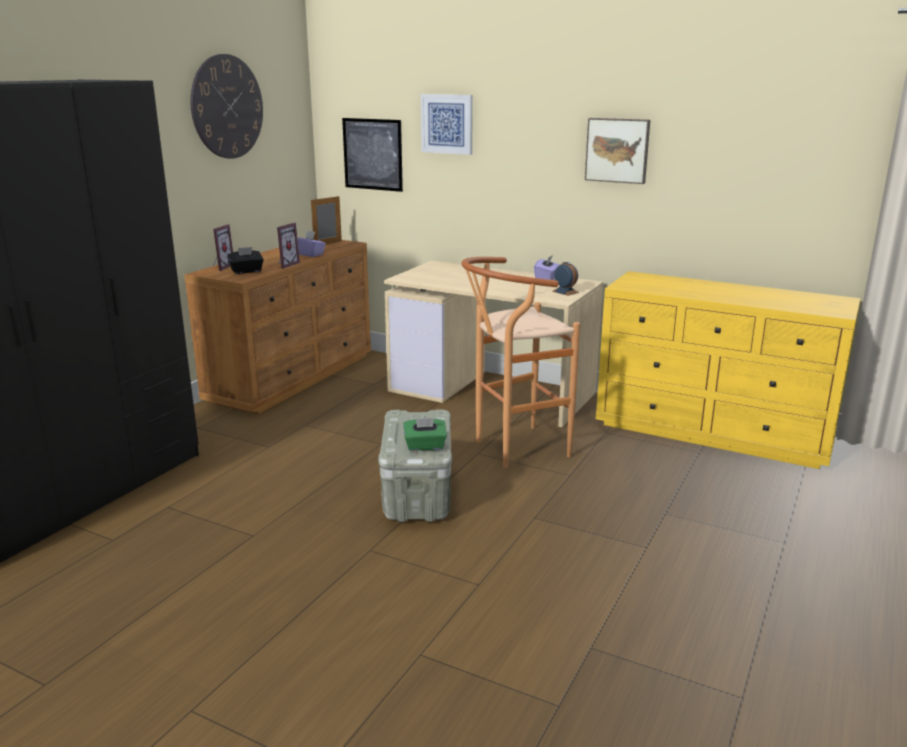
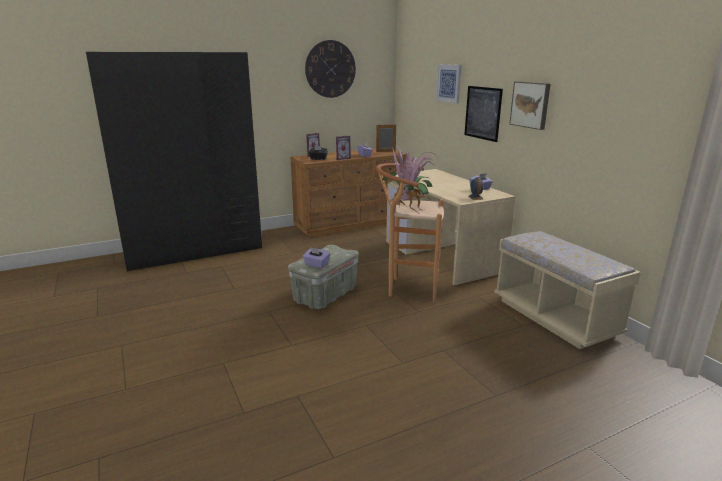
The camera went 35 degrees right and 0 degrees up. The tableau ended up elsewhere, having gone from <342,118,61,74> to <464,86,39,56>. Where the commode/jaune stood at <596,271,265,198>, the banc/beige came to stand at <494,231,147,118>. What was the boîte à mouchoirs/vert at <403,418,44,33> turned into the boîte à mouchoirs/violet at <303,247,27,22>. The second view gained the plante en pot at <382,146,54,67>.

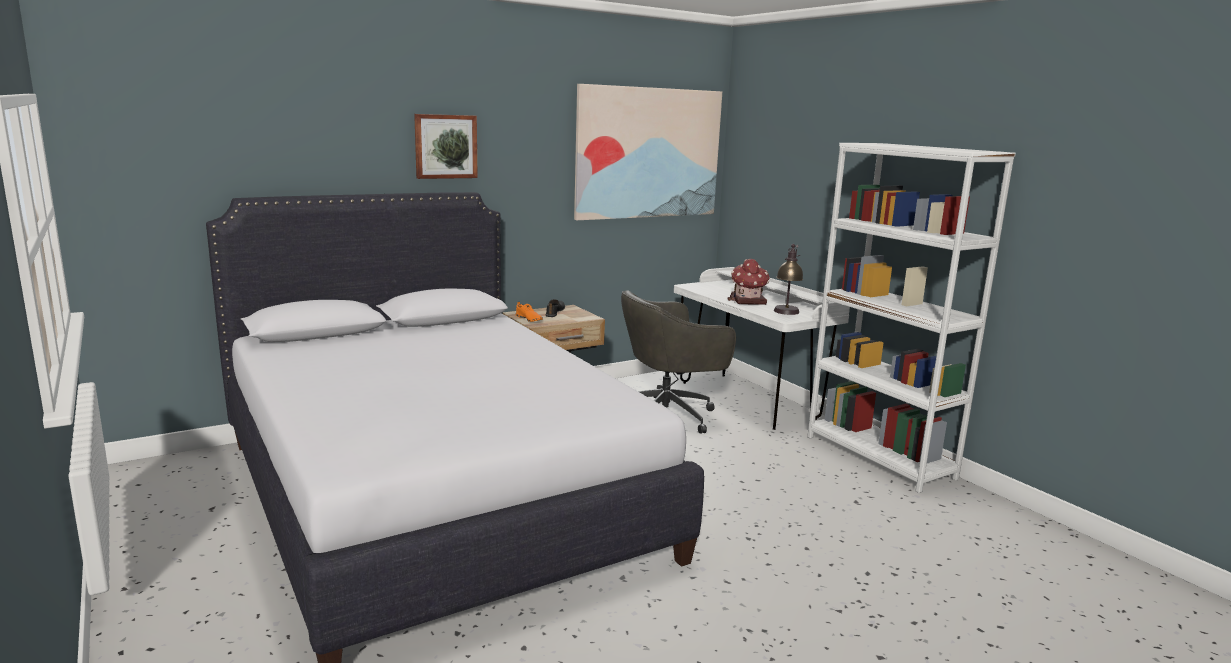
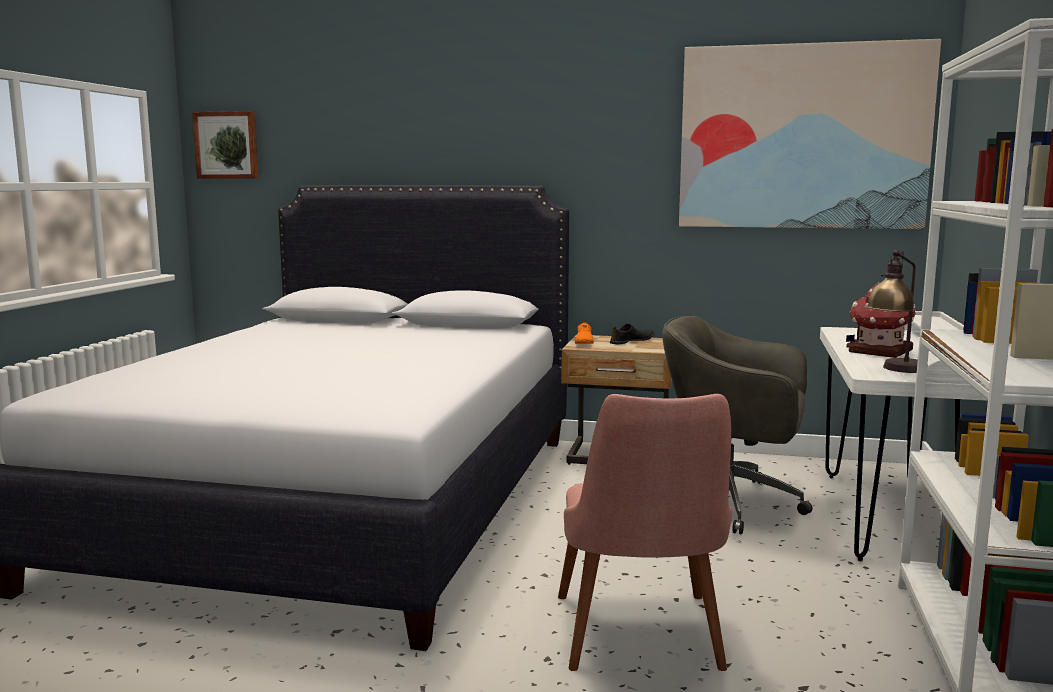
The camera went 45 degrees right and 5 degrees down. The tableau ended up elsewhere, having gone from <414,114,64,65> to <192,111,66,68>. The second view gained the chaise/rose at <558,394,174,277>.

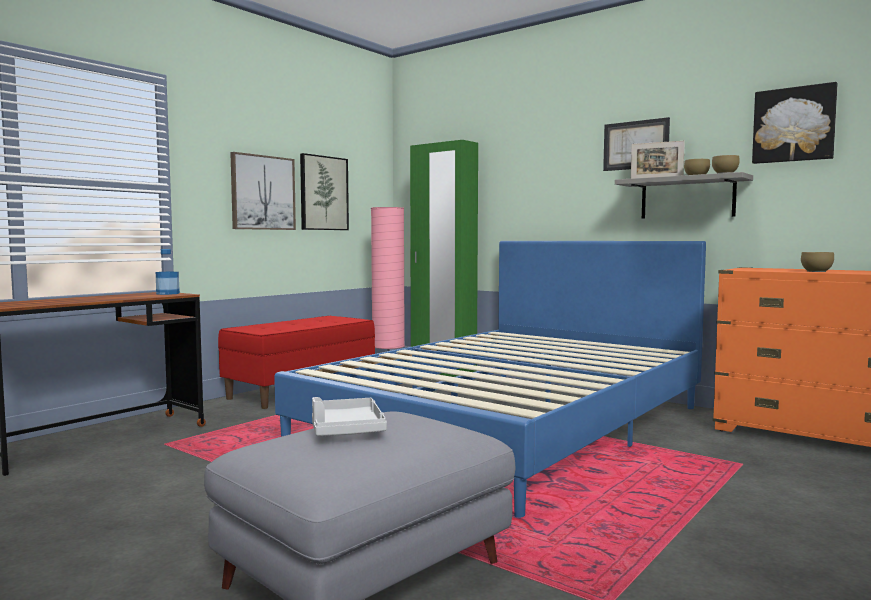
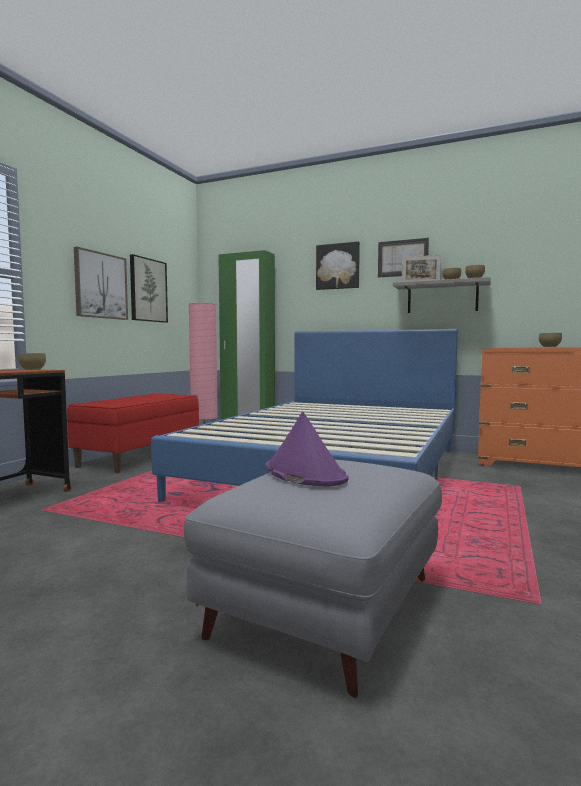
The camera went 15 degrees left and 0 degrees up. The tableau ended up elsewhere, having gone from <752,82,86,82> to <316,242,44,48>. Where the bouteille stood at <156,249,24,46>, the bol/marron came to stand at <18,353,28,17>. Where the plateau/gris stood at <312,397,75,39>, the chapeau/violet came to stand at <265,412,83,74>.

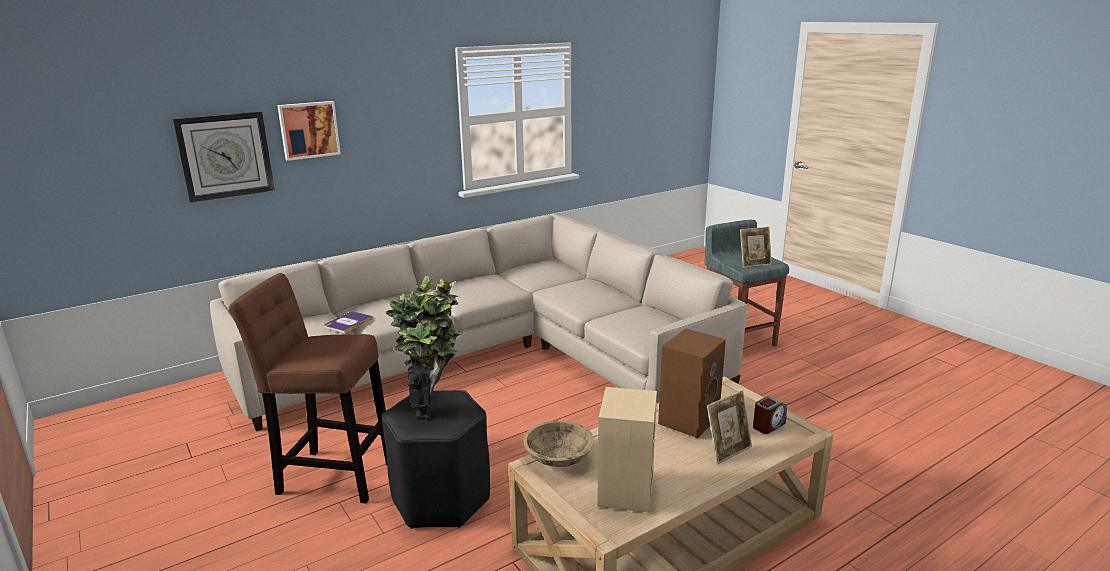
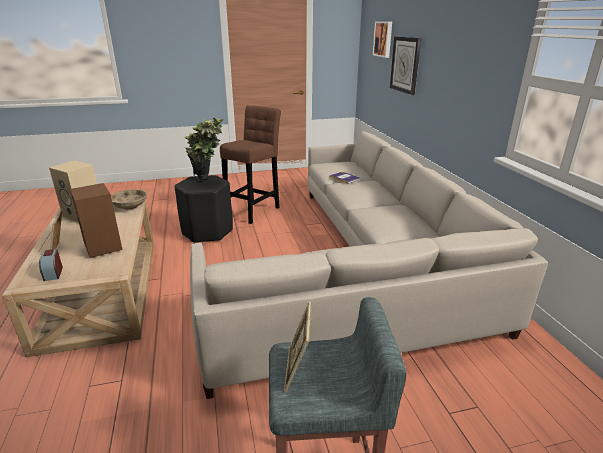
The camera went 110 degrees right and 5 degrees up. The tableau ended up elsewhere, having gone from <277,101,64,60> to <373,21,19,37>.

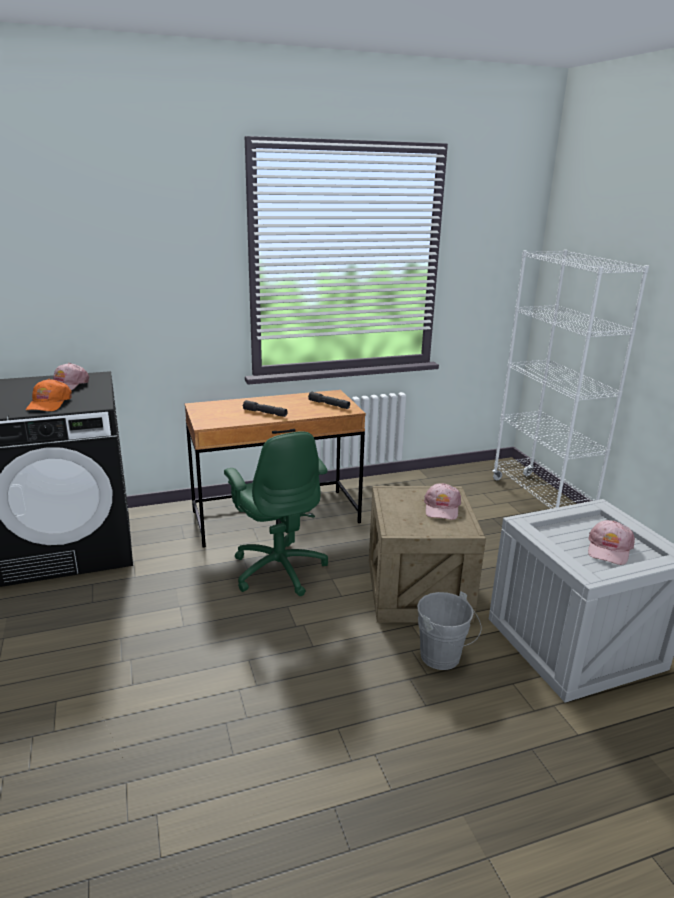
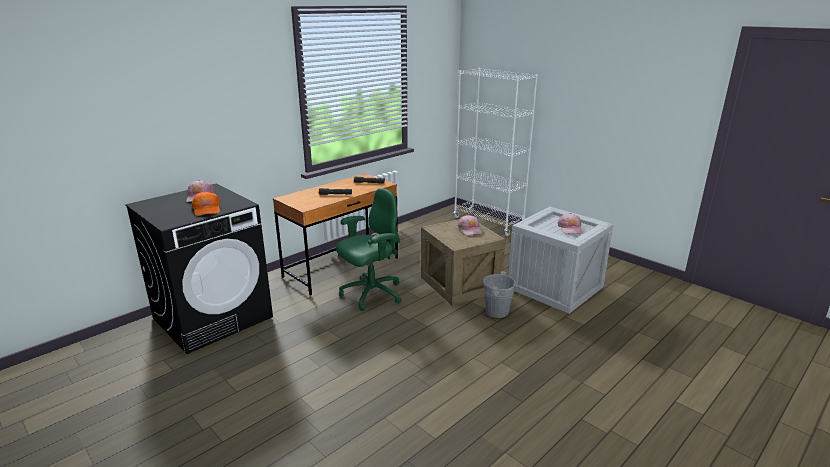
The camera went 25 degrees left and 0 degrees up. The chaise de bureau/vert at <224,431,104,165> ended up facing another way, 75 degrees counterclockwise from before.

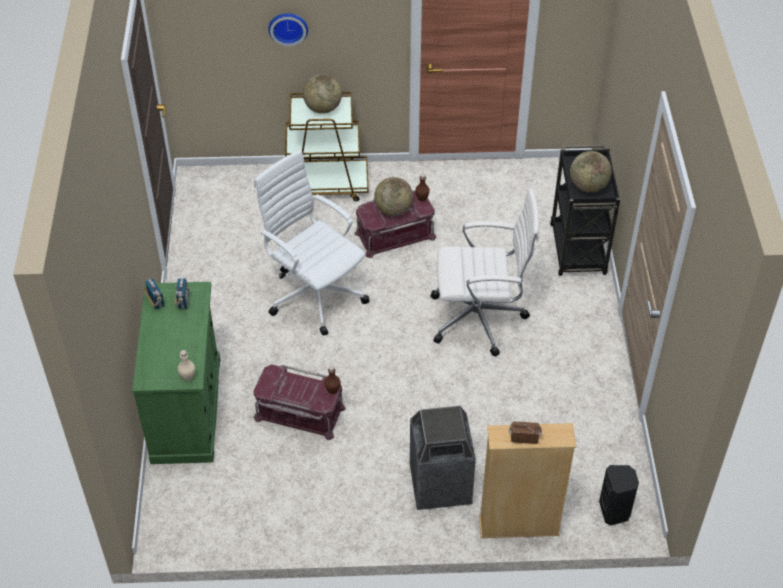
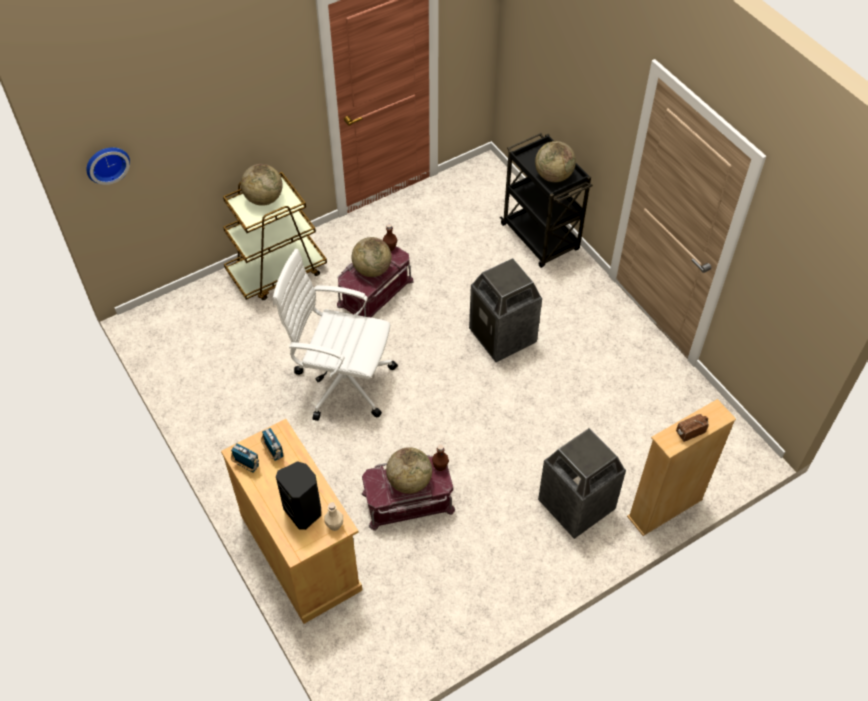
The camera went 30 degrees left and 5 degrees up. The horloge murale ended up elsewhere, having gone from <268,13,40,33> to <86,147,44,38>. Where the chaise de bureau/blanc stood at <430,188,109,169>, the poubelle came to stand at <469,258,73,104>. What was the meuble de rangement/vert at <132,282,88,182> turned into the meuble de rangement/beige at <221,419,141,205>. The enceinte/noir ended up elsewhere, having gone from <599,465,40,61> to <276,461,45,69>. The second view gained the globe at <386,447,46,47>.

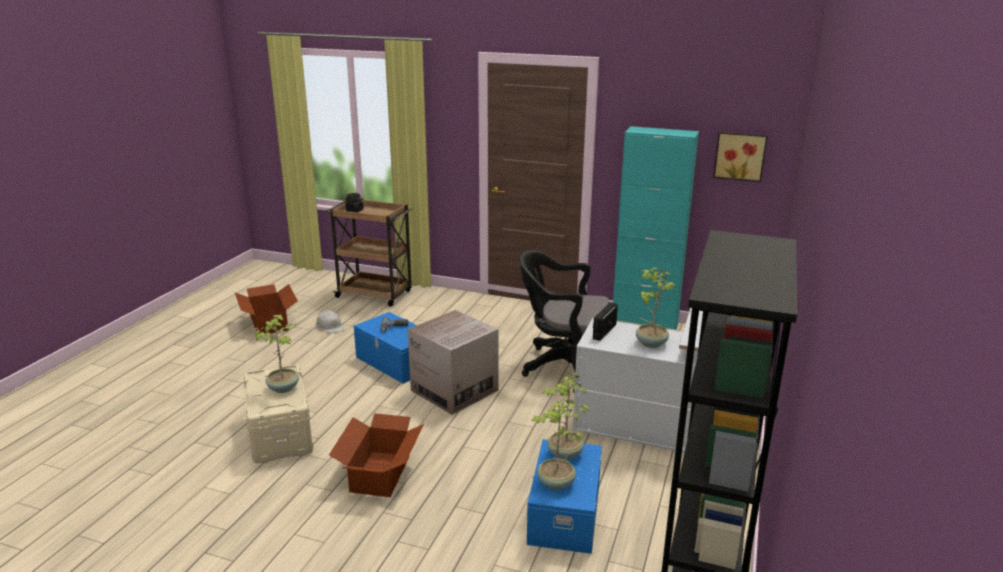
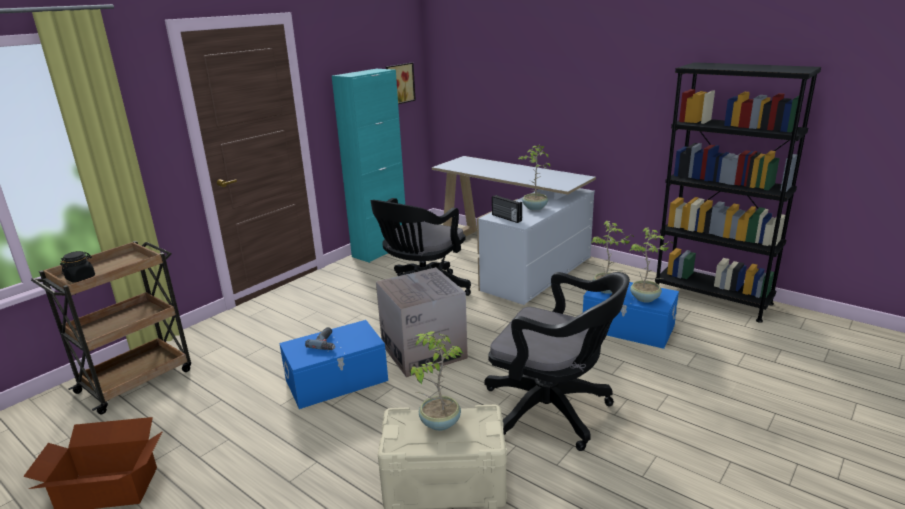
The camera went 70 degrees left and 0 degrees up. The second view lost the casque de chantier/blanc at <316,310,28,23>. Where the carton stood at <329,413,95,84>, the chaise de bureau/noir came to stand at <484,272,146,179>.

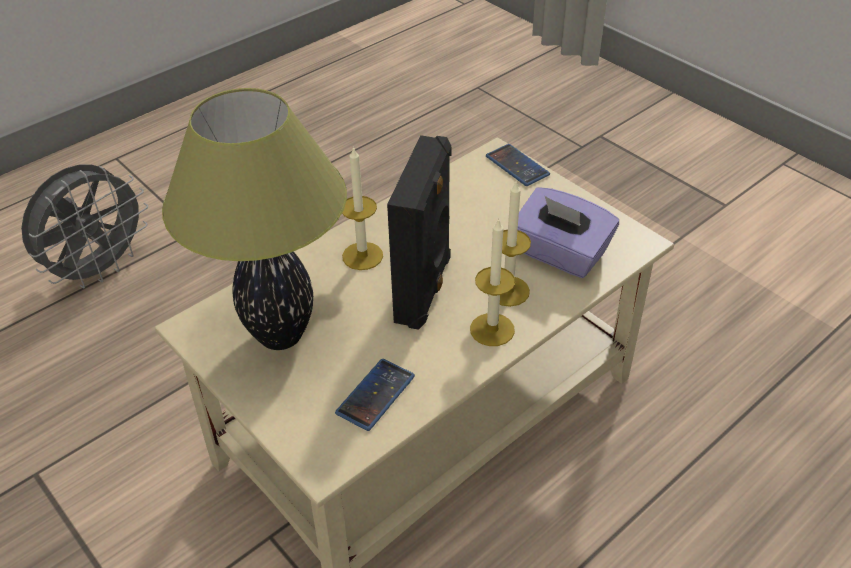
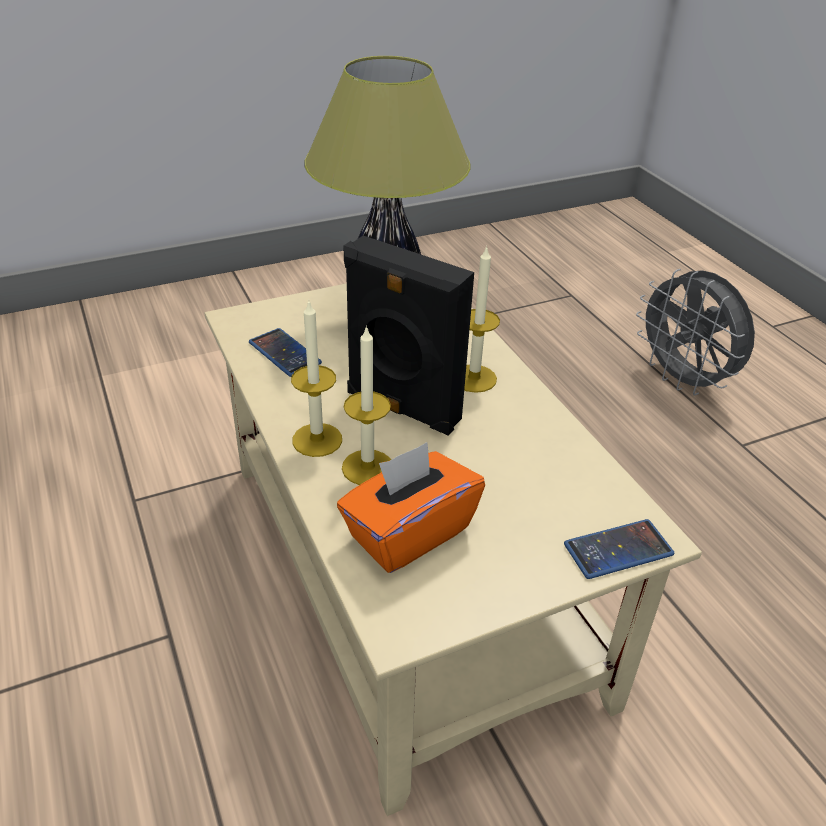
The camera went 105 degrees right and 5 degrees down. What was the boîte à mouchoirs/violet at <518,187,101,91> turned into the boîte à mouchoirs/orange at <337,442,148,131>.

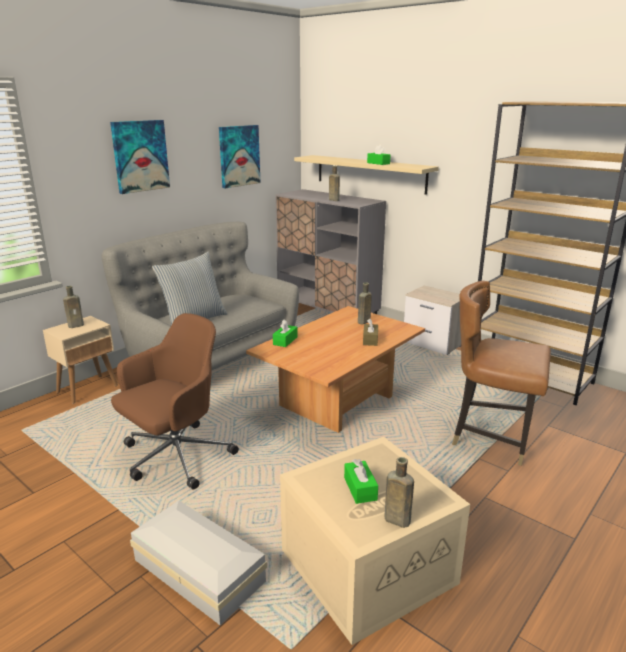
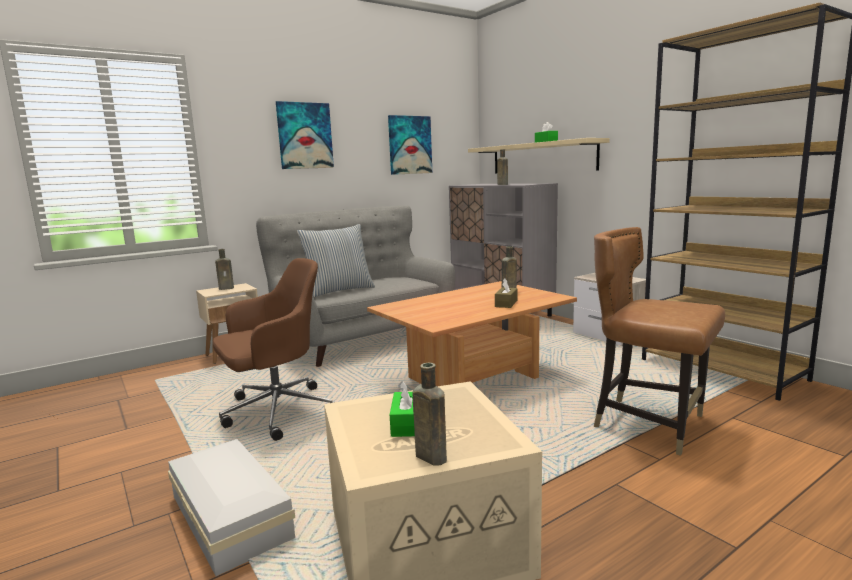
The camera went 15 degrees right and 10 degrees down. The second view lost the boîte à mouchoirs/vert at <273,320,25,27>.

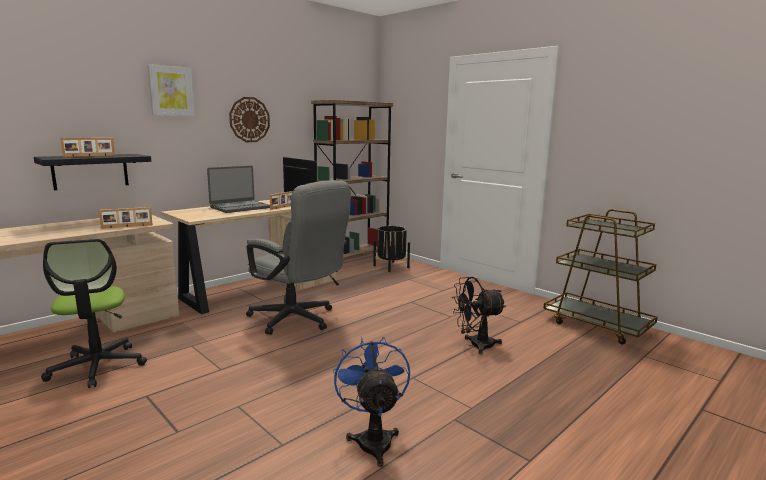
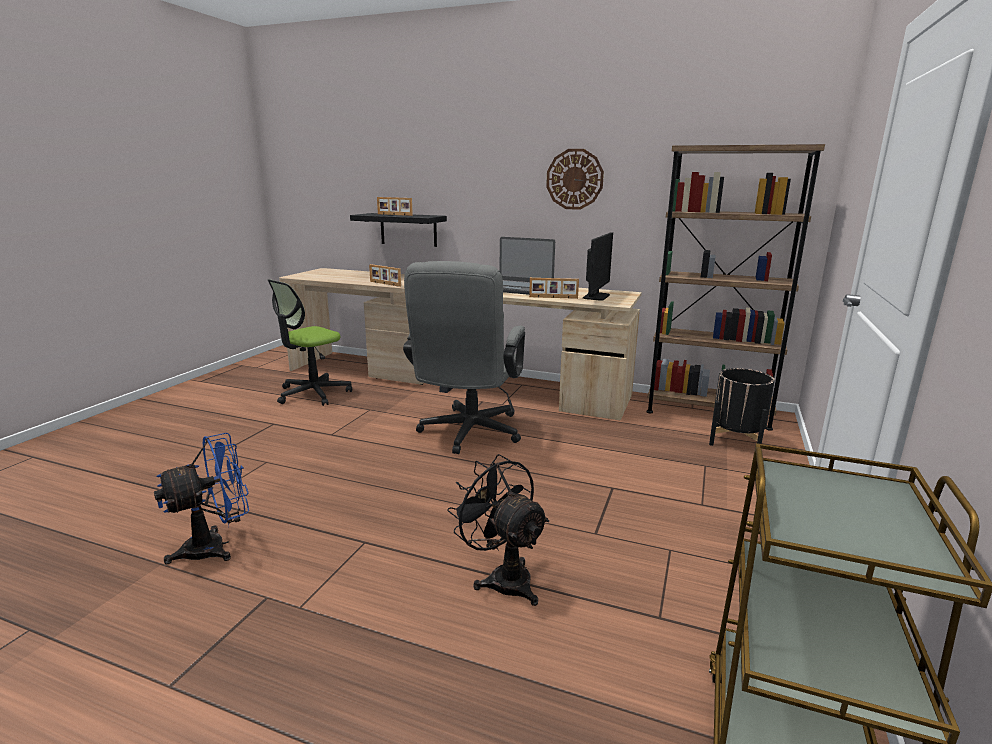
The camera went 65 degrees right and 5 degrees up. The second view lost the tableau at <148,64,47,52>.

